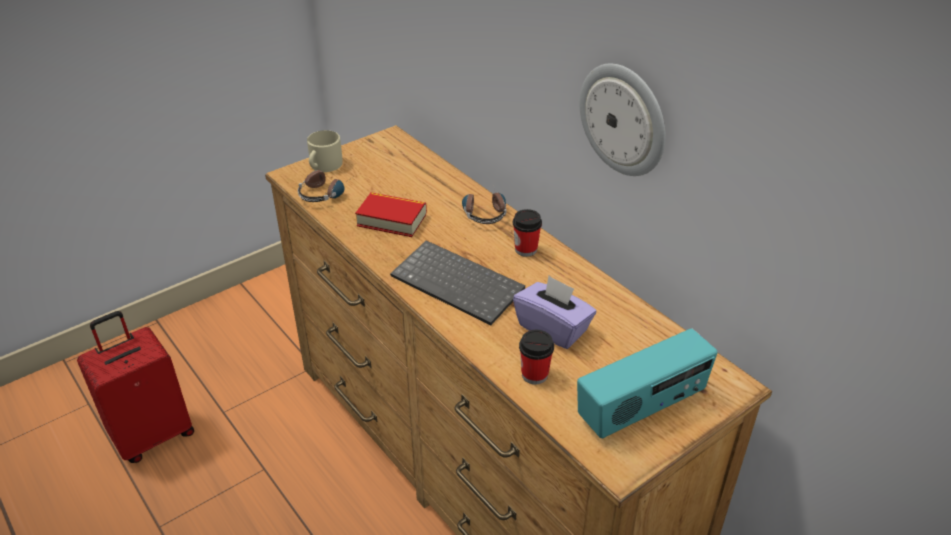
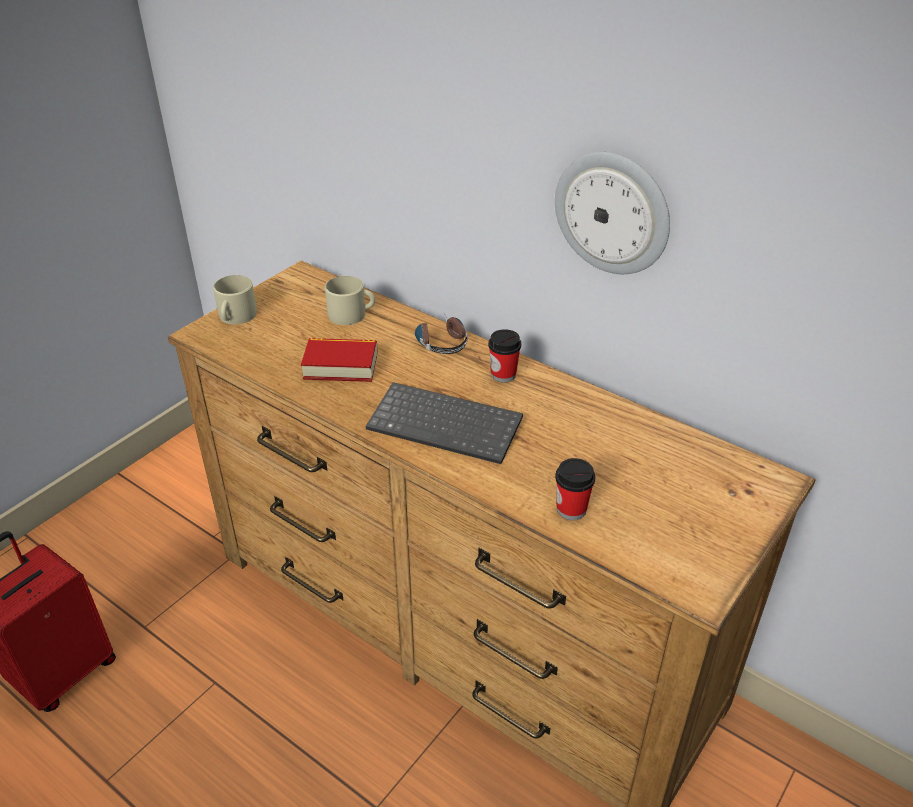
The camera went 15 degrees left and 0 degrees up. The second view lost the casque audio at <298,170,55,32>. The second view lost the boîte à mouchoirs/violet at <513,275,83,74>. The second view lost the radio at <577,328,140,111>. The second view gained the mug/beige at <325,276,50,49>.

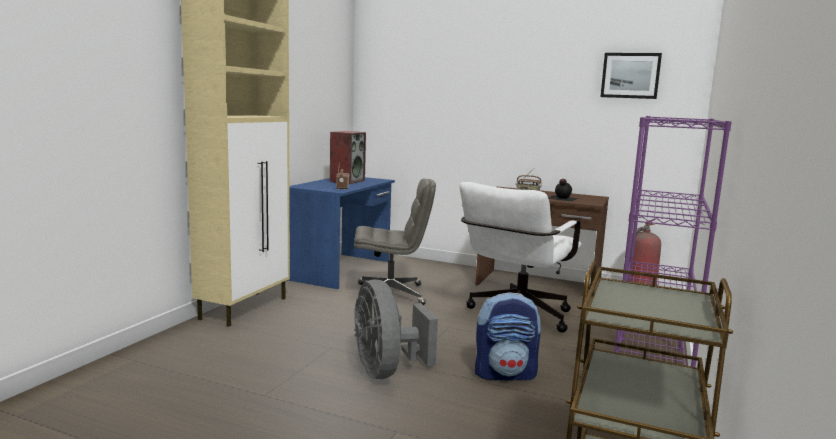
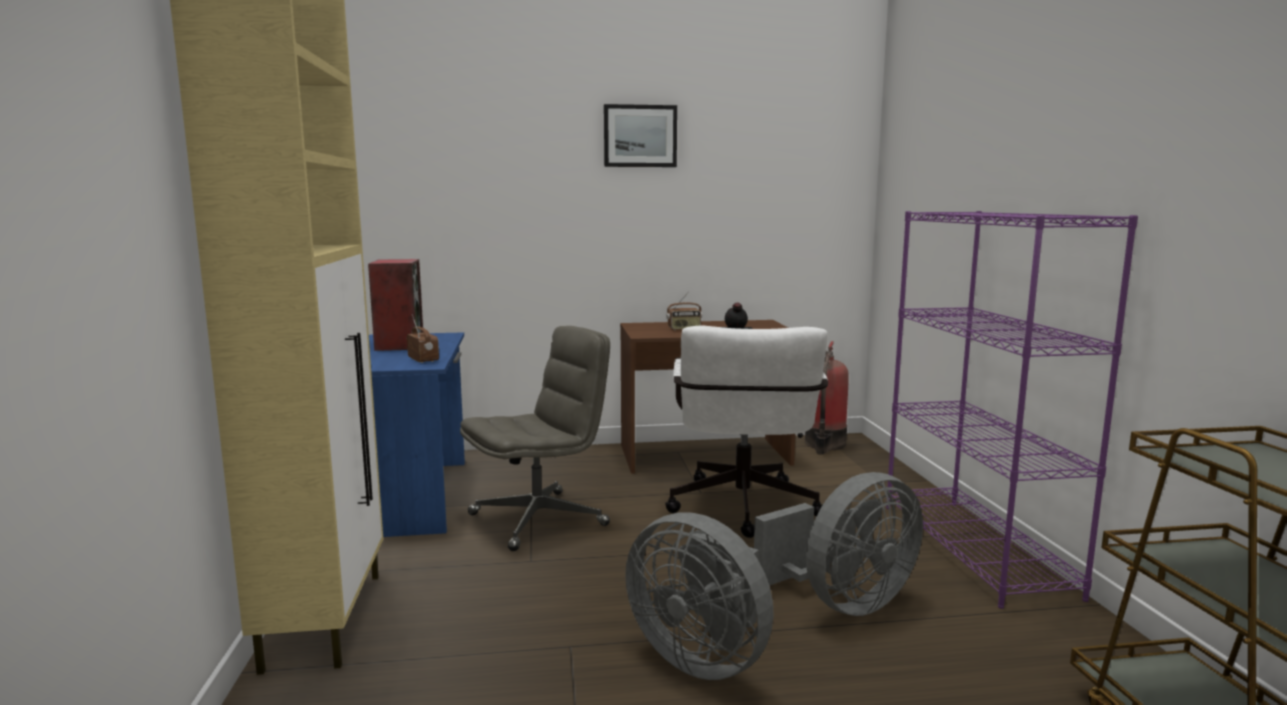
The camera went 30 degrees left and 0 degrees up. The tableau ended up elsewhere, having gone from <600,53,62,46> to <604,104,73,63>. Where the sac à dos stood at <474,292,67,89>, the ventilateur/gris came to stand at <754,472,169,144>.

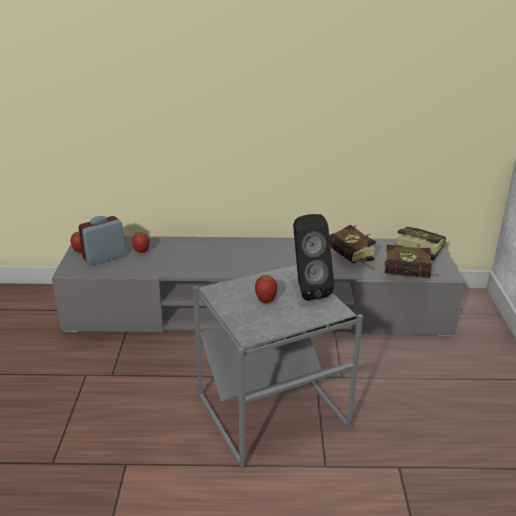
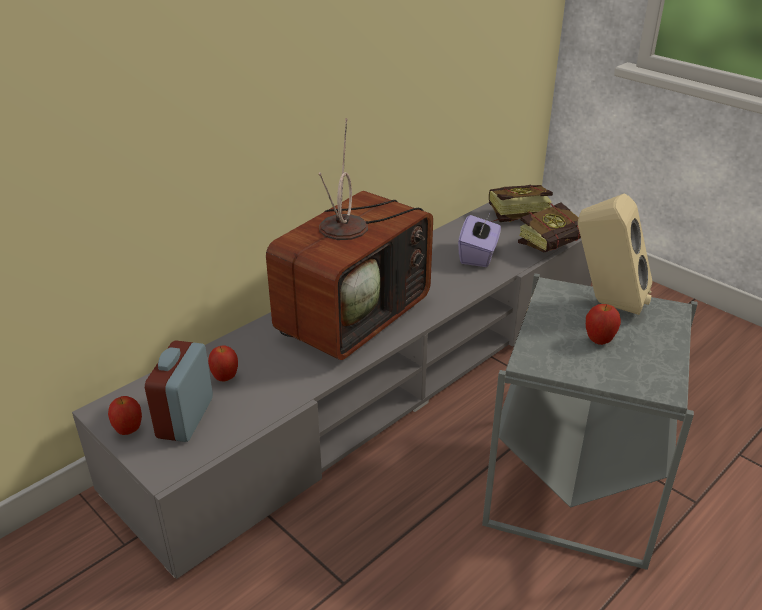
The camera went 45 degrees left and 5 degrees up. What was the enceinte/noir at <293,214,41,87> turned into the enceinte/beige at <578,194,74,121>. Where the livre stood at <329,225,47,46>, the boîte à mouchoirs/violet came to stand at <458,215,43,52>. The second view gained the téléviseur at <266,118,167,242>.

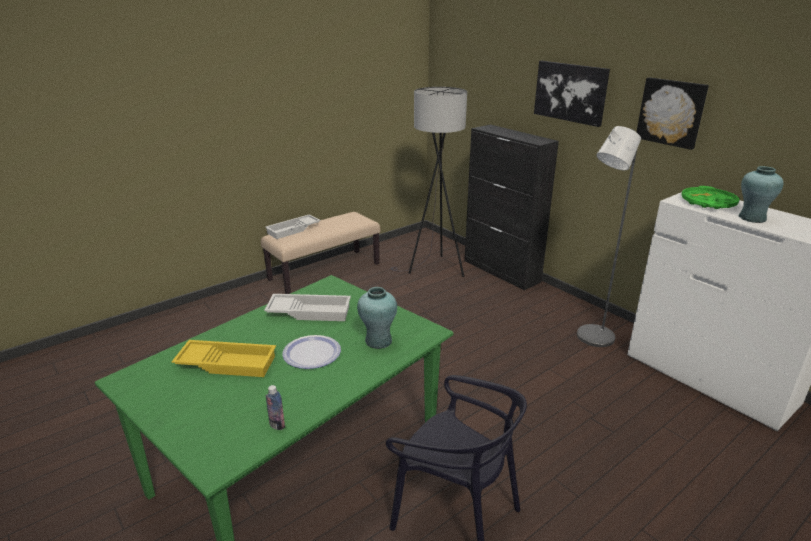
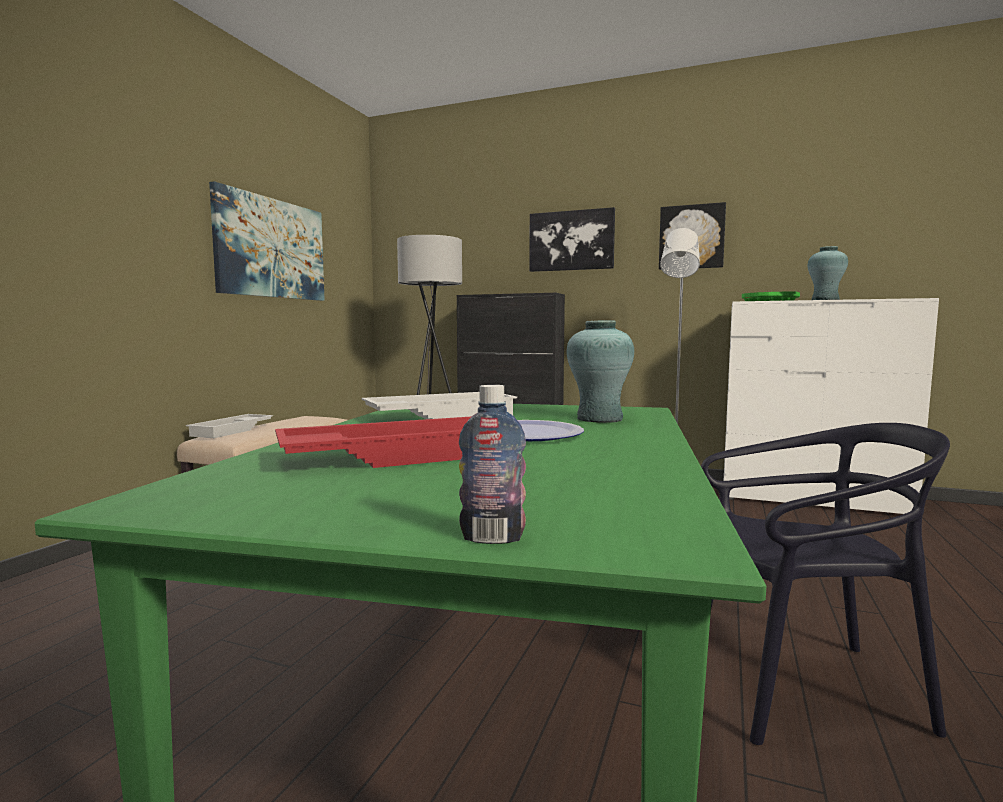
The camera went 30 degrees left and 20 degrees down. What was the plateau/jaune at <172,340,104,37> turned into the plateau/rouge at <275,416,197,52>. The bouteille ended up elsewhere, having gone from <266,385,19,45> to <459,385,67,159>. The second view gained the tableau at <209,181,116,120>.

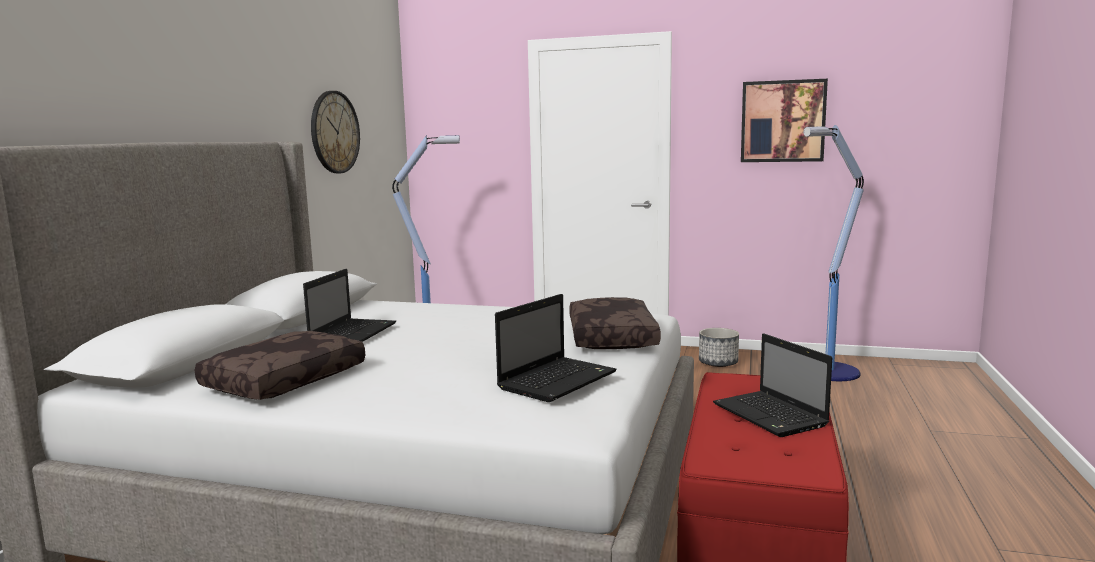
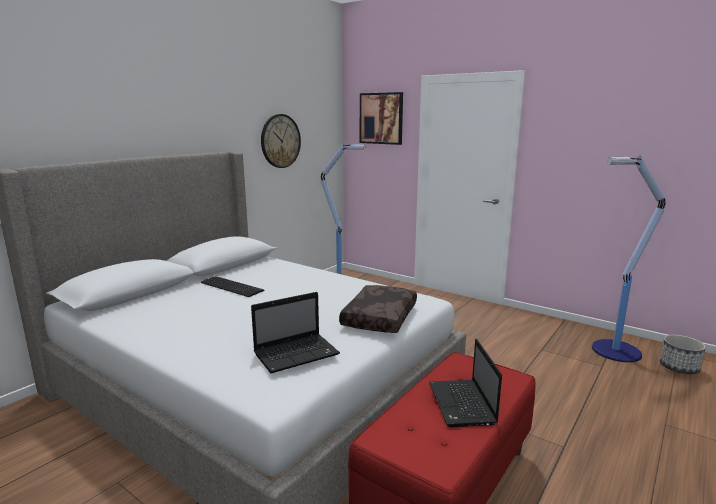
The camera went 20 degrees right and 5 degrees up. The tableau ended up elsewhere, having gone from <741,79,87,83> to <360,92,43,53>. Where the ordinateur portable stood at <303,269,93,73>, the clavier came to stand at <201,276,64,21>. The cache-pot ended up elsewhere, having gone from <699,328,40,39> to <660,335,46,39>. The second view lost the coussin/marron at <195,331,170,69>.

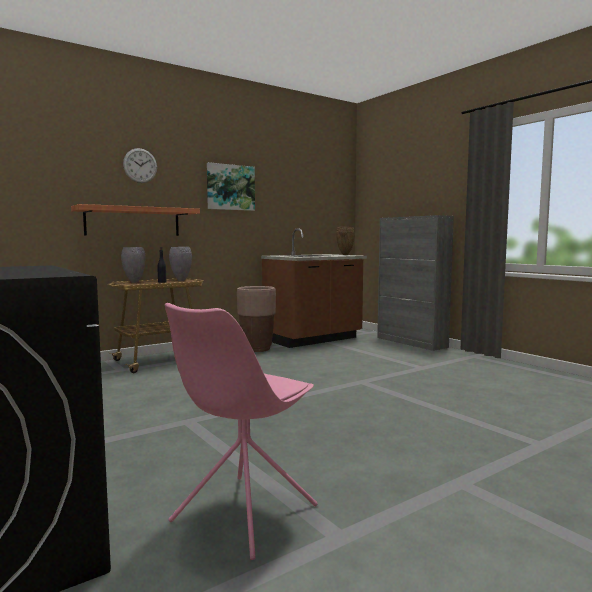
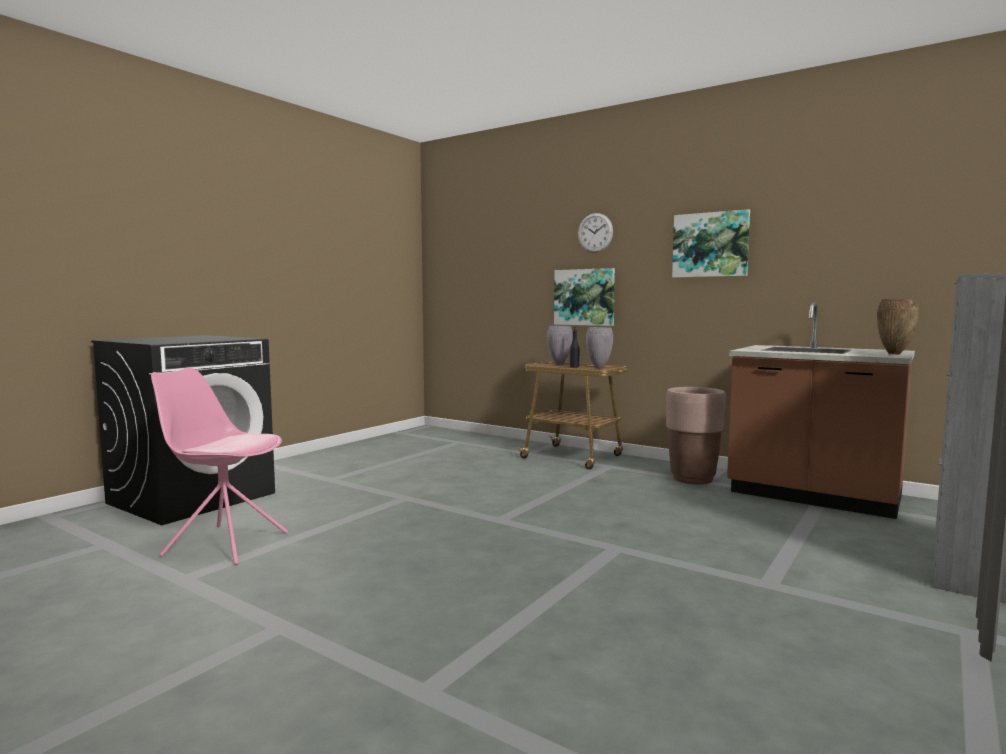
The camera went 70 degrees right and 0 degrees up. Where the étagère hung at <71,204,129,32>, the tableau came to hang at <554,268,61,58>.

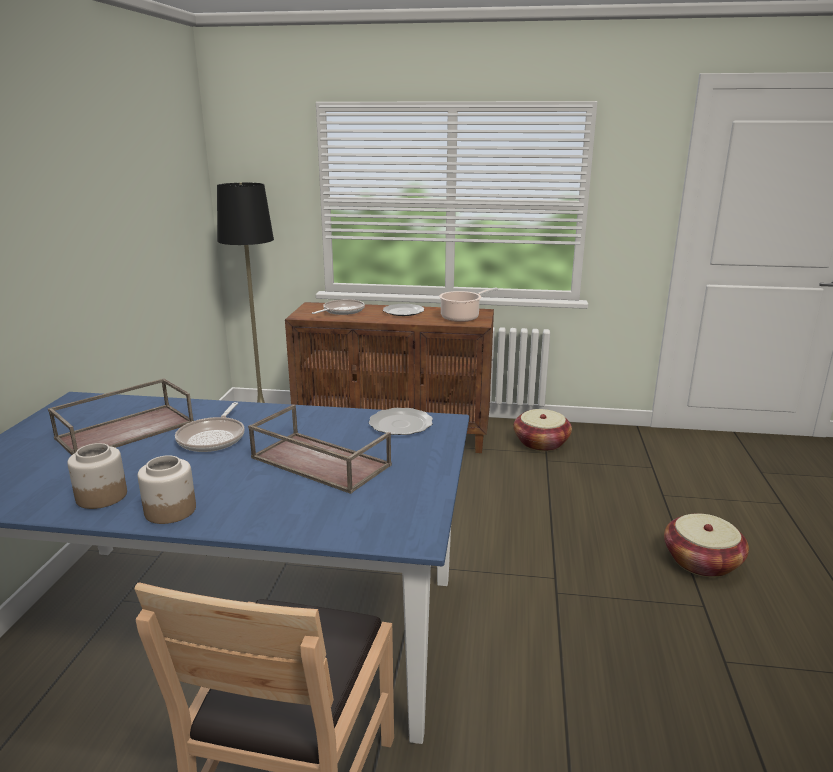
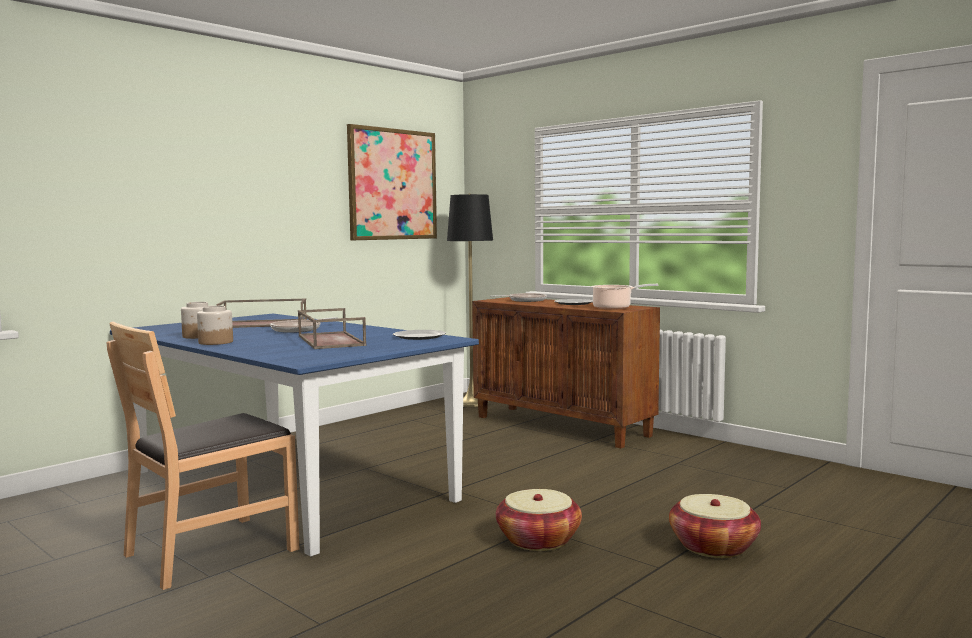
The camera went 35 degrees right and 15 degrees down. The panier ended up elsewhere, having gone from <514,409,58,42> to <496,489,86,62>. The second view gained the tableau at <347,124,90,116>.

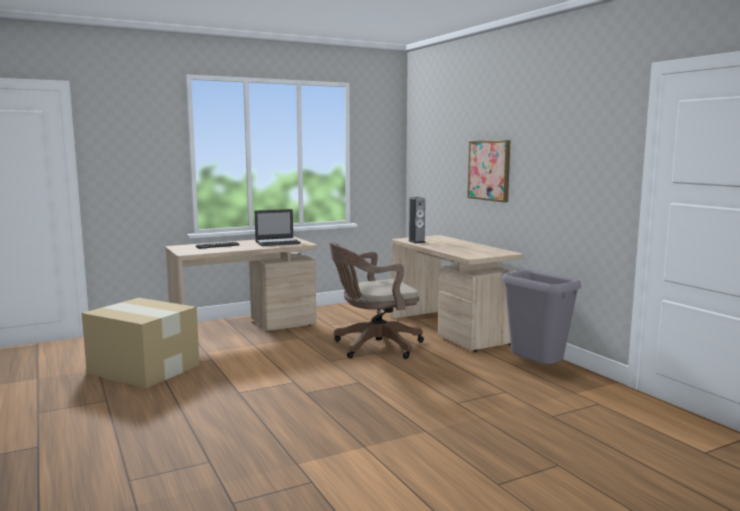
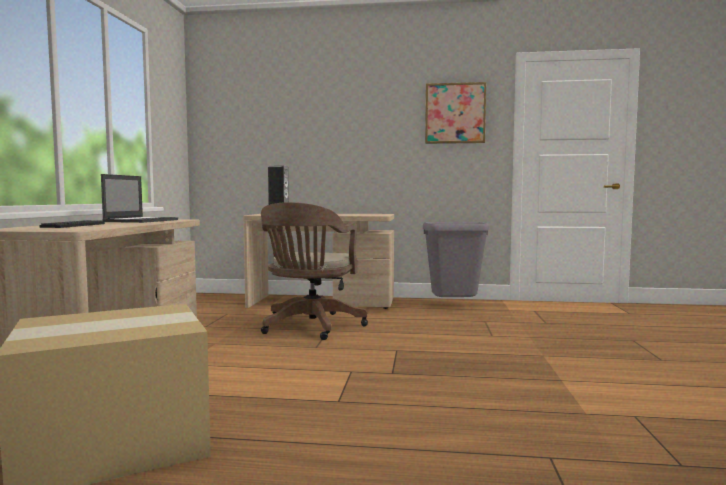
The camera went 55 degrees left and 5 degrees down. The tableau ended up elsewhere, having gone from <467,140,43,62> to <425,82,61,62>.

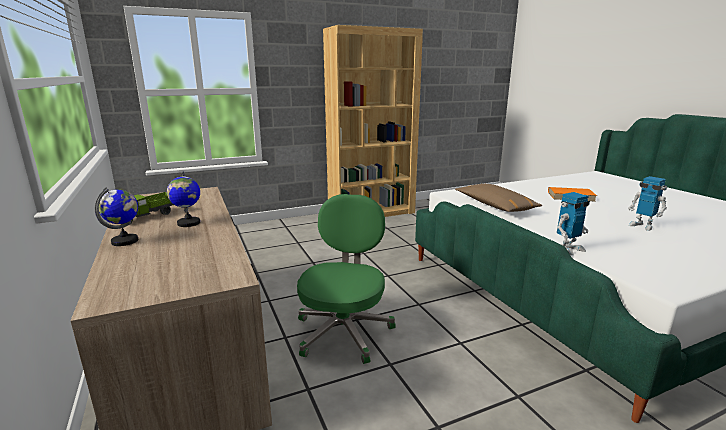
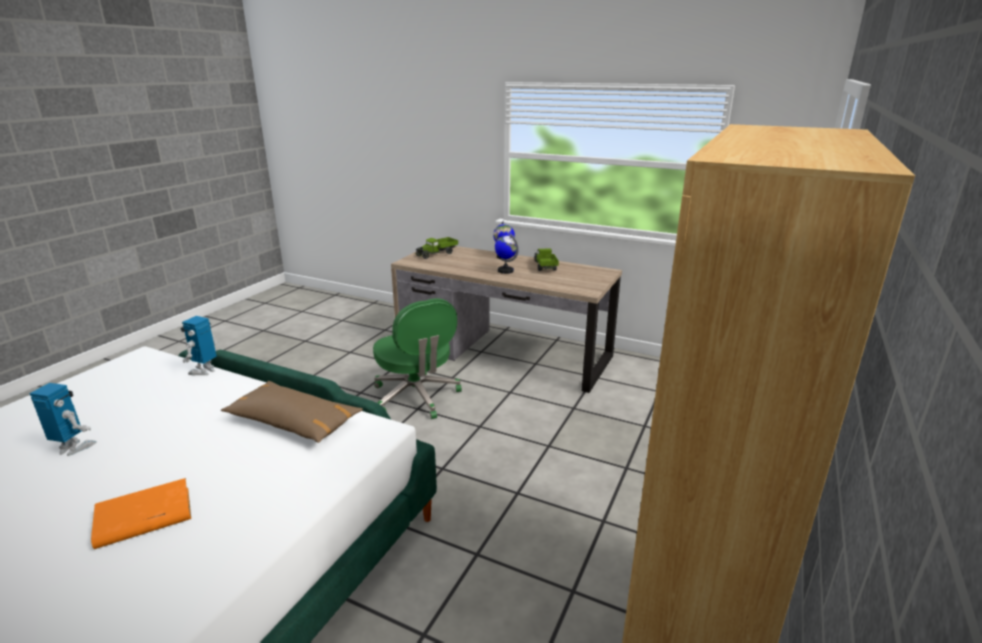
The camera went 140 degrees right and 5 degrees up. The second view gained the camion jouet at <416,237,42,22>.

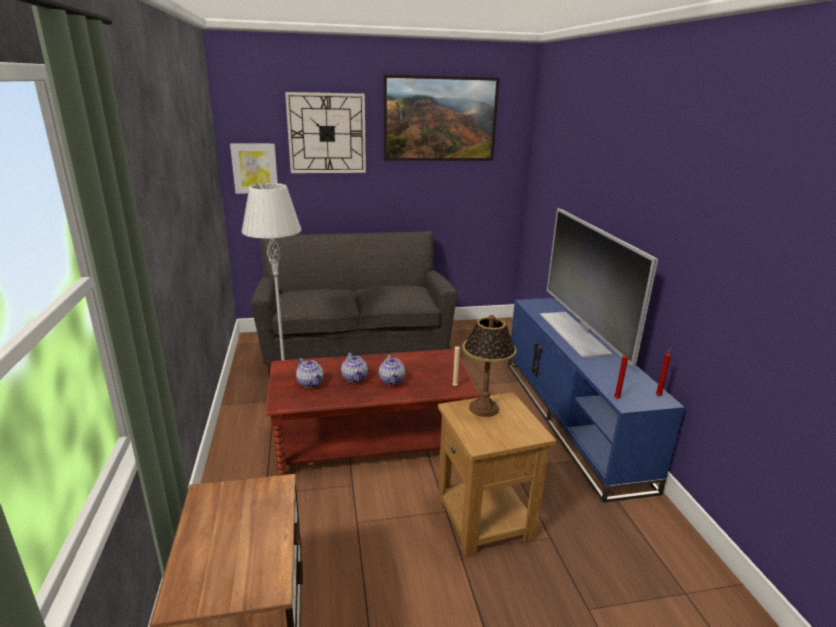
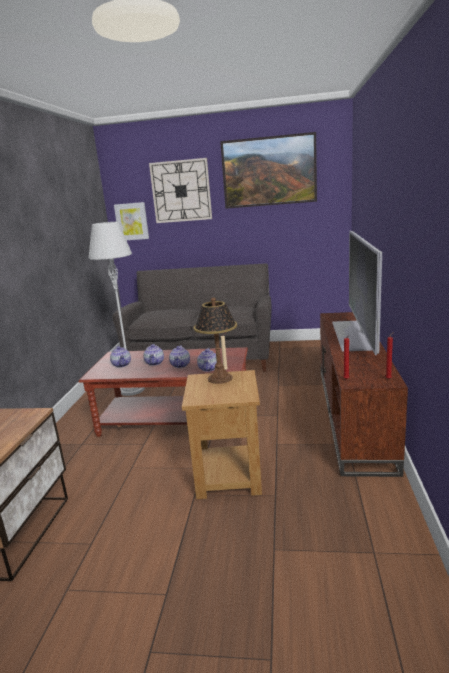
The camera went 20 degrees right and 5 degrees down. What was the meuble télé/bleu at <508,298,177,205> turned into the meuble télé/marron at <320,312,88,165>. The second view gained the théière at <197,348,20,24>.

